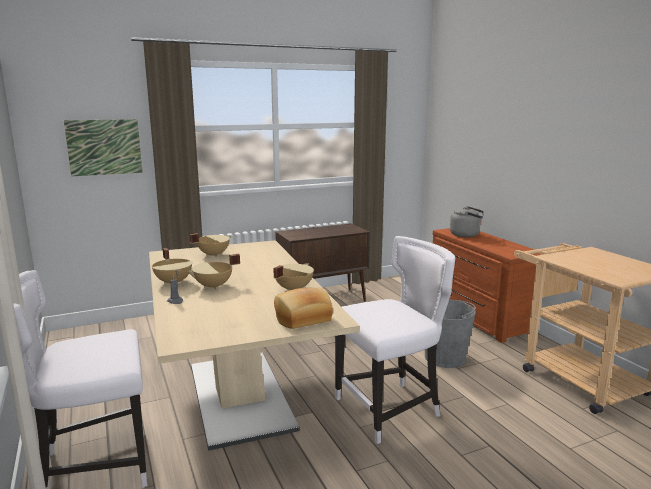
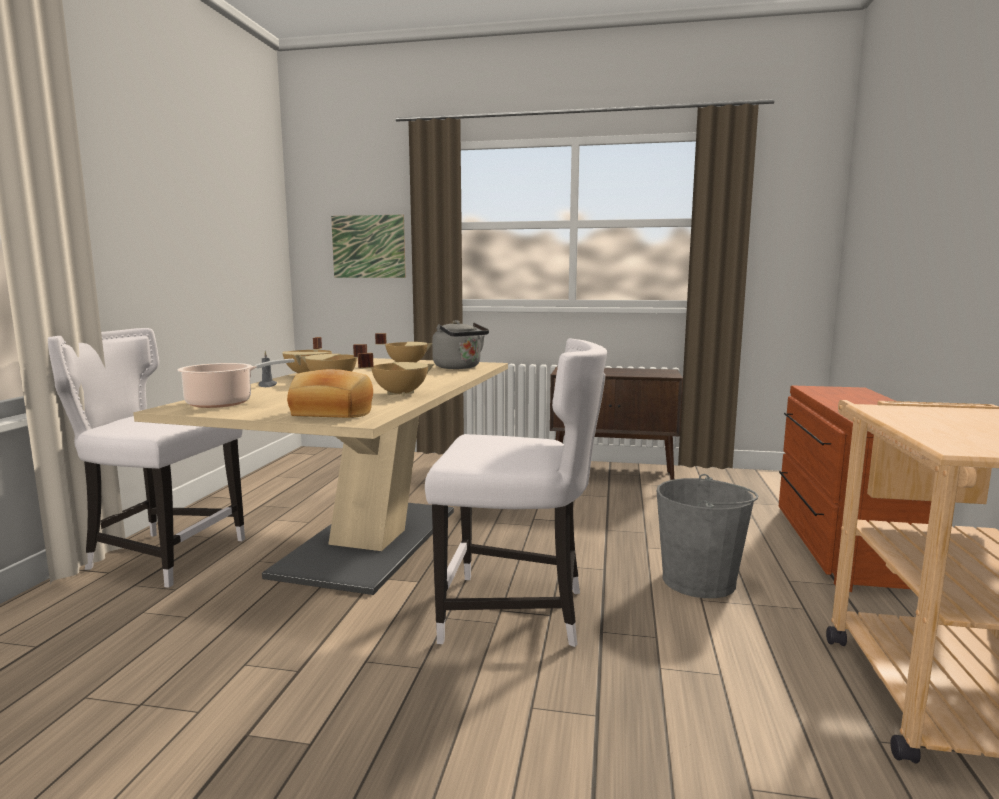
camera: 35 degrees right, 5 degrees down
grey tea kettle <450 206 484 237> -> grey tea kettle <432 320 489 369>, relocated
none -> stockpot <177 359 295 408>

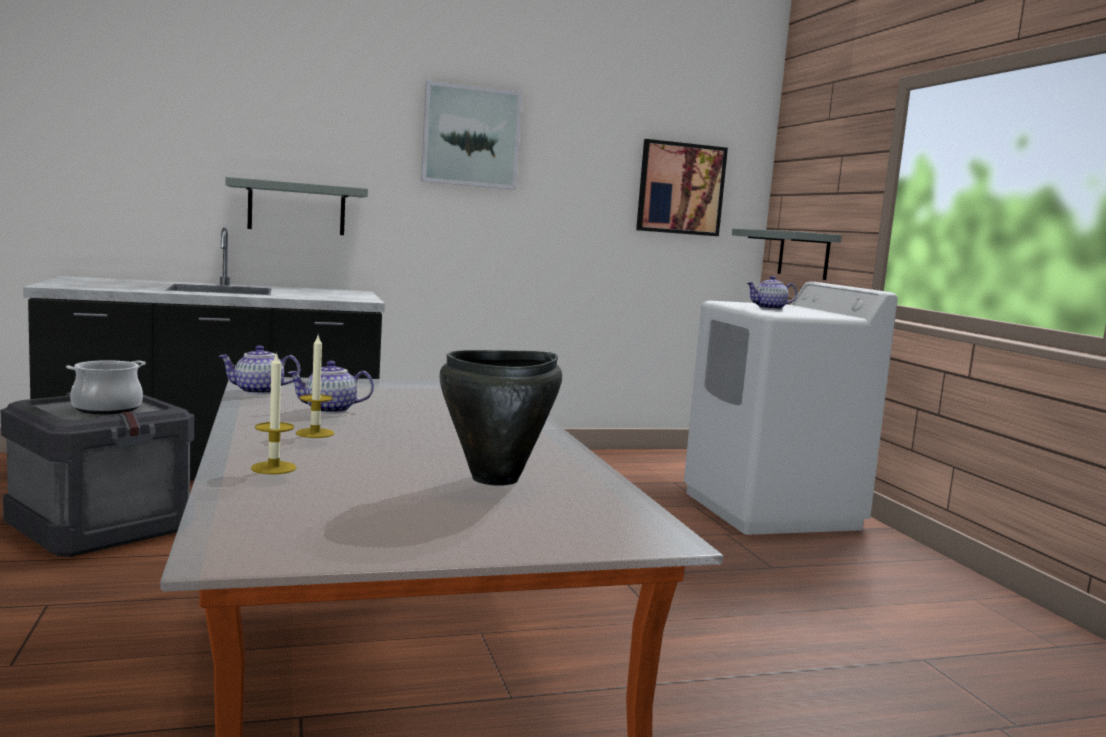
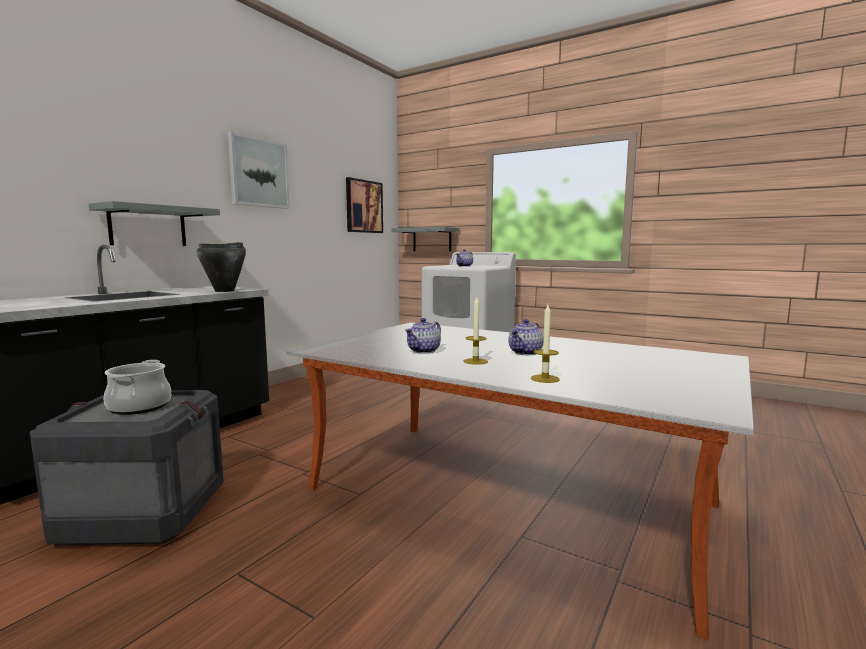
camera: 40 degrees left, 0 degrees up
tea pot <218 345 300 394> -> tea pot <509 319 544 355>, relocated
blackish stockpot <439 350 562 486> -> blackish stockpot <197 242 246 292>, relocated

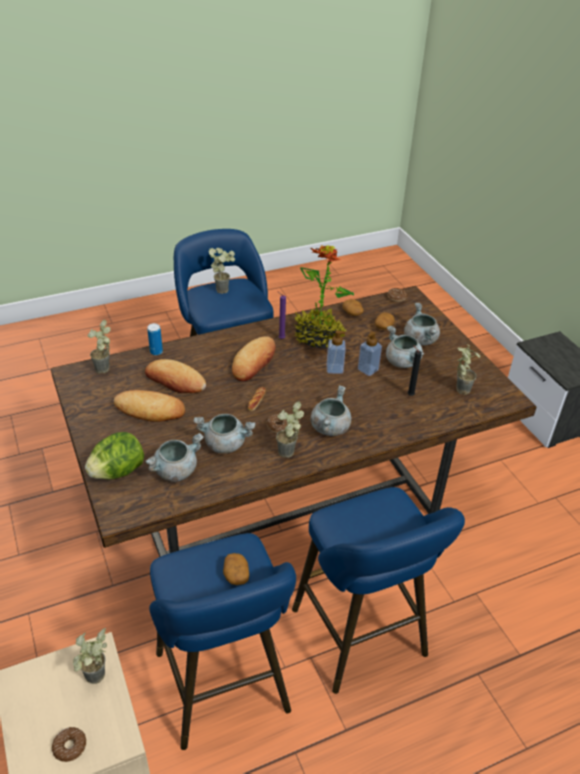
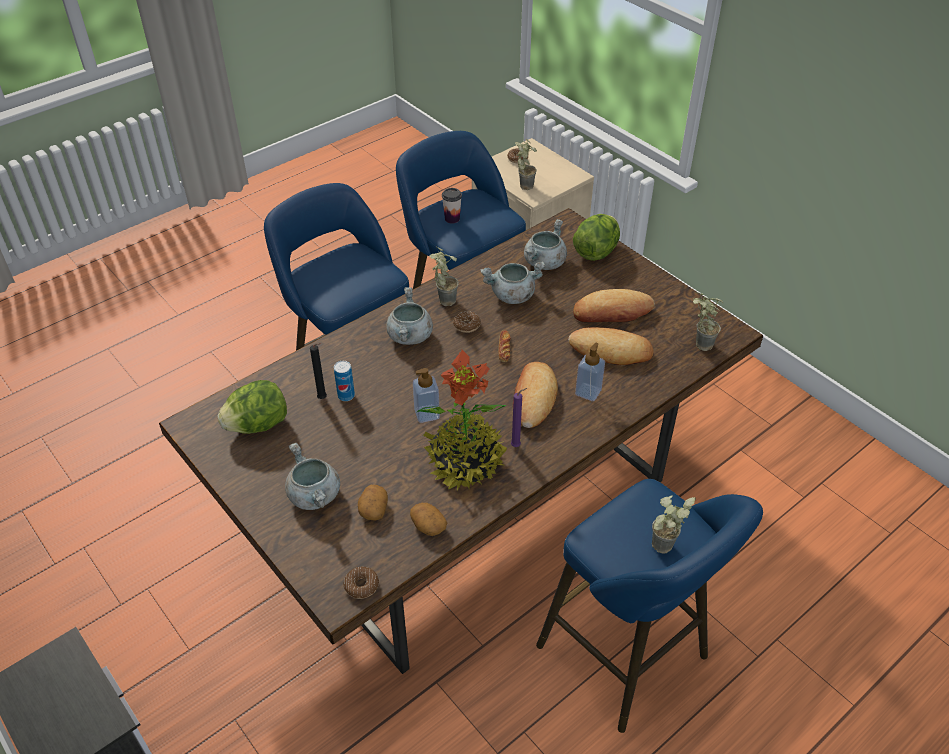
camera: 165 degrees right, 5 degrees up
sealed can <147 323 163 355> -> sealed can <334 361 355 401>, relocated
grey stockpot <386 326 425 368> -> none
soap bottle <358 331 382 376> -> soap bottle <575 343 605 401>, relocated
houseplant <456 343 480 395> -> lettuce head <217 380 287 434>
potato <223 553 249 585> -> drinking cup <442 188 462 224>

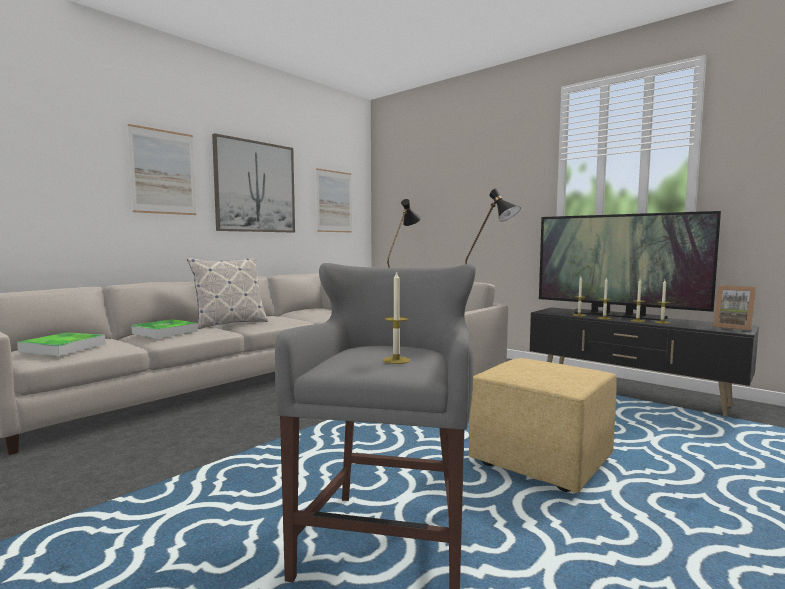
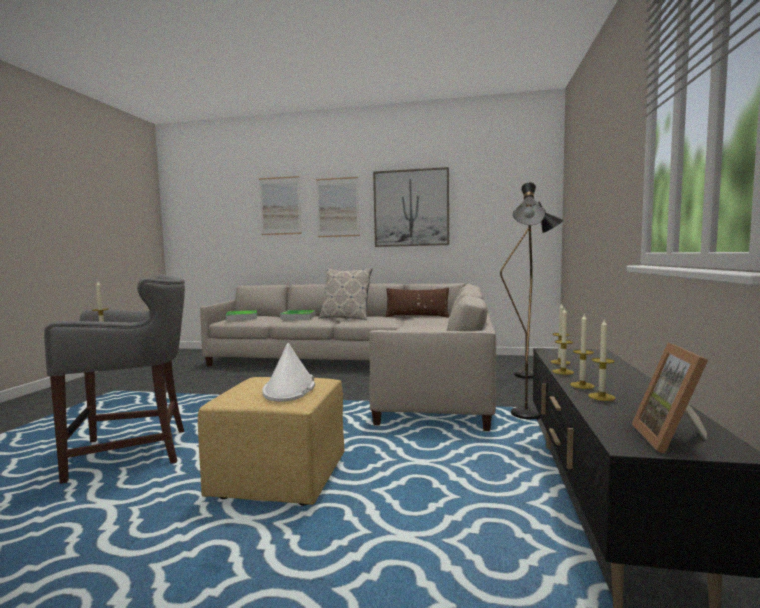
camera: 60 degrees right, 0 degrees up
picture <316 168 352 232> -> picture <259 176 302 235>, relocated
TV set <539 211 721 320> -> none
none -> brown-coloured pillow <385 288 449 318>
none -> white wearable hat <262 343 315 402>

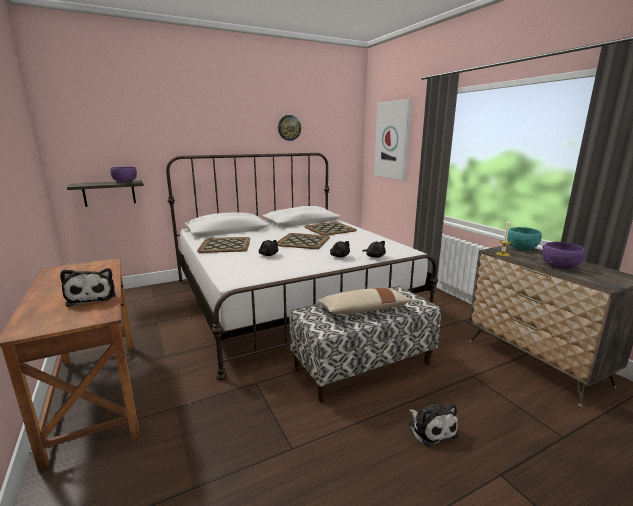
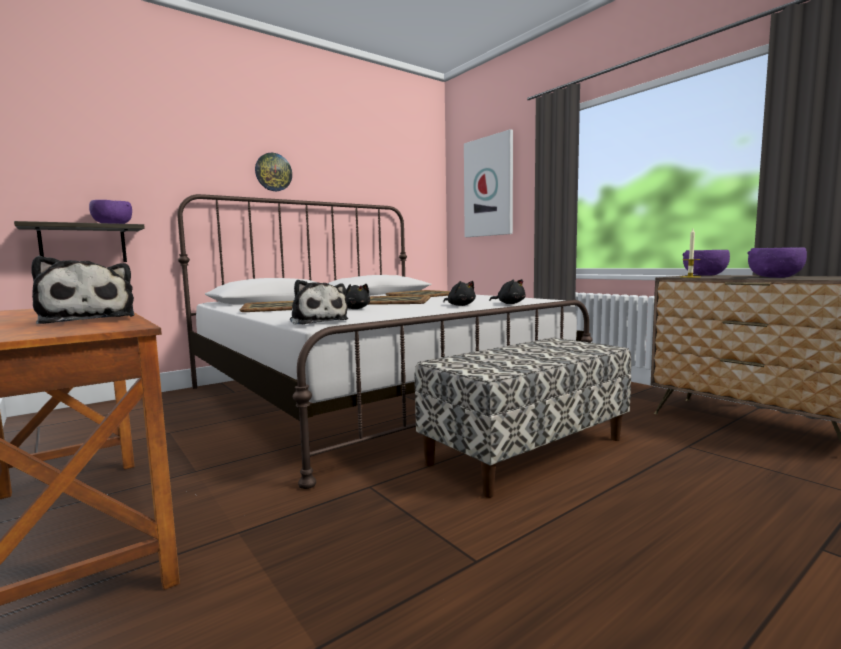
camera: 10 degrees left, 10 degrees down
wall clock <278 115 301 141> -> wall clock <255 153 292 191>, relocated
blue-green bowl <507 227 542 250> -> purple bowl <683 250 730 276>
sand-coloured pillow <317 288 413 314> -> none
soft toy <409 404 458 447> -> soft toy <290 280 348 324>, relocated

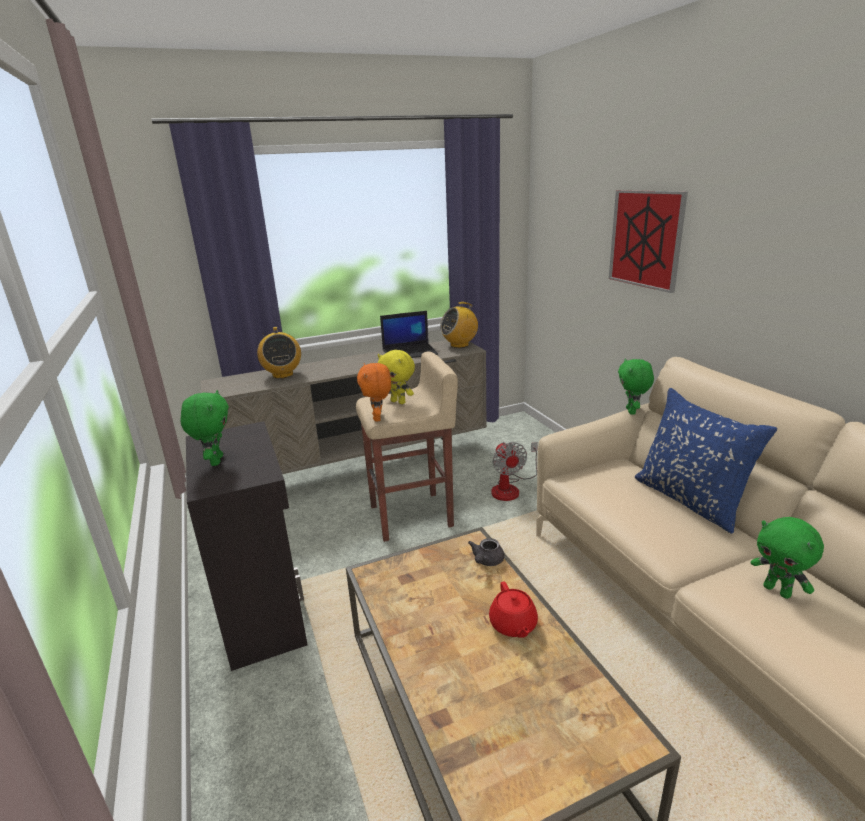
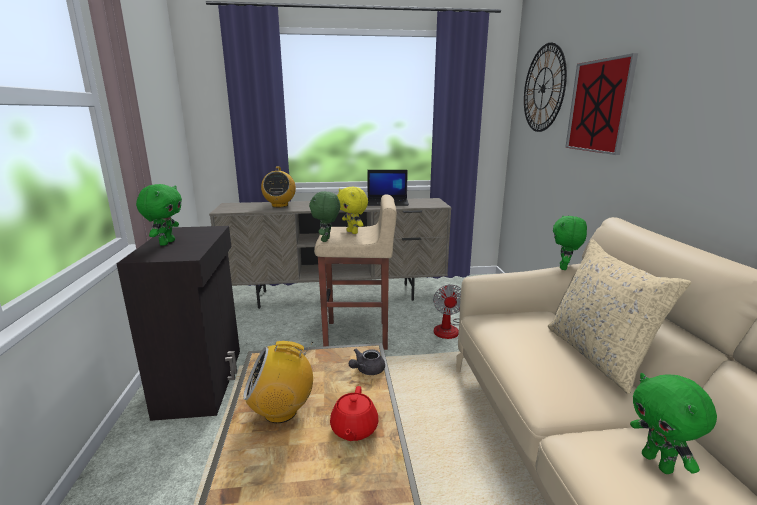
camera: 15 degrees right, 5 degrees down
radio receiver <440 302 478 348> -> radio receiver <243 341 313 423>, relocated
orangey soft toy <357 363 391 422> -> green-coloured soft toy <309 191 340 242>
blue-coloured pillow <635 388 777 534> -> sand-coloured pillow <548 240 691 394>
none -> wall clock <524 42 567 132>

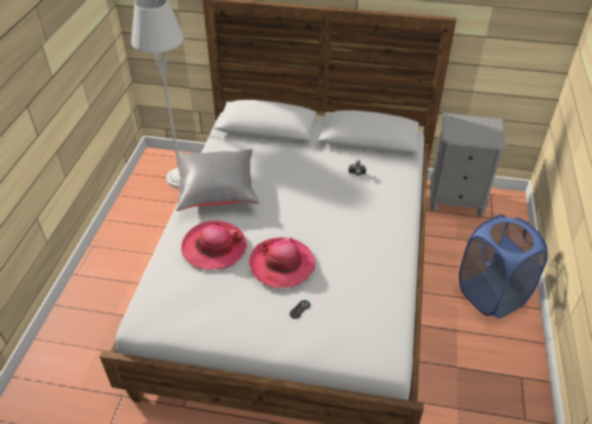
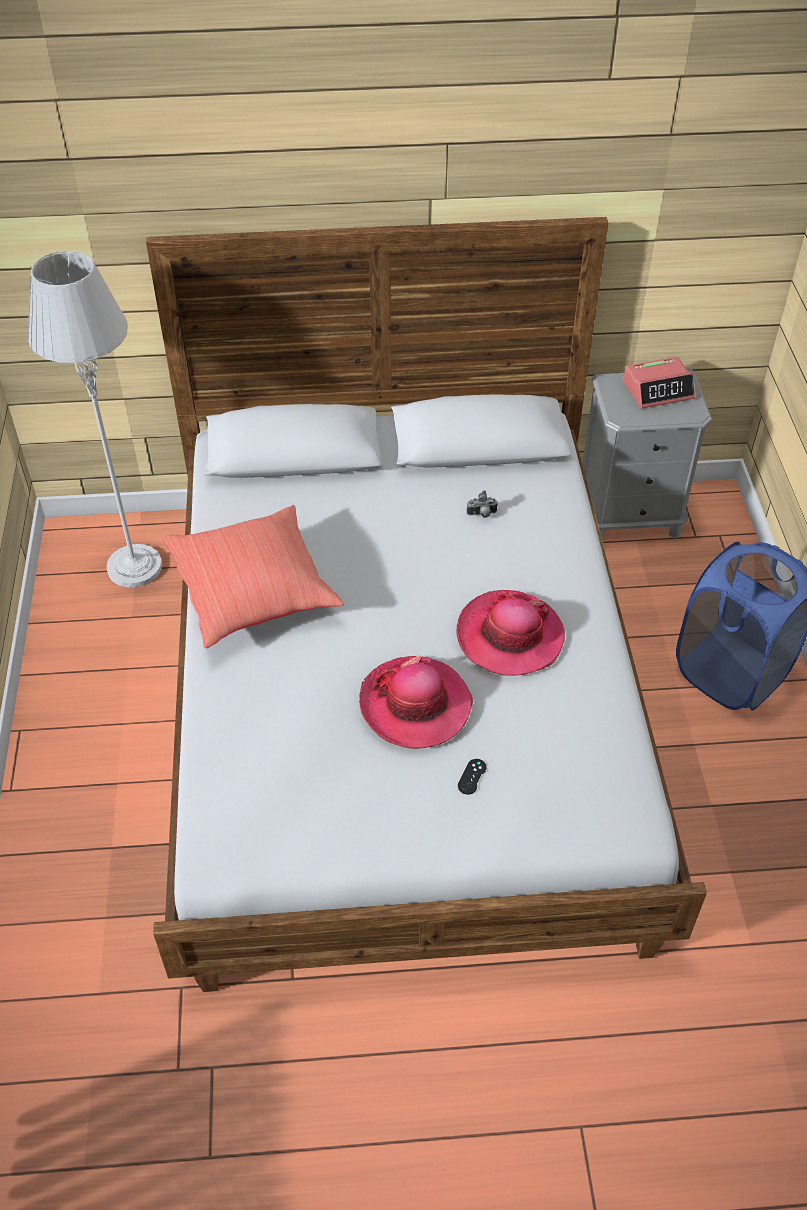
camera: 15 degrees left, 5 degrees up
grey pillow <176 149 259 211> -> reddish pillow <163 505 344 648>
wearable hat <181 221 247 270> -> wearable hat <456 590 565 676>, relocated
none -> alarm clock <623 357 695 409>

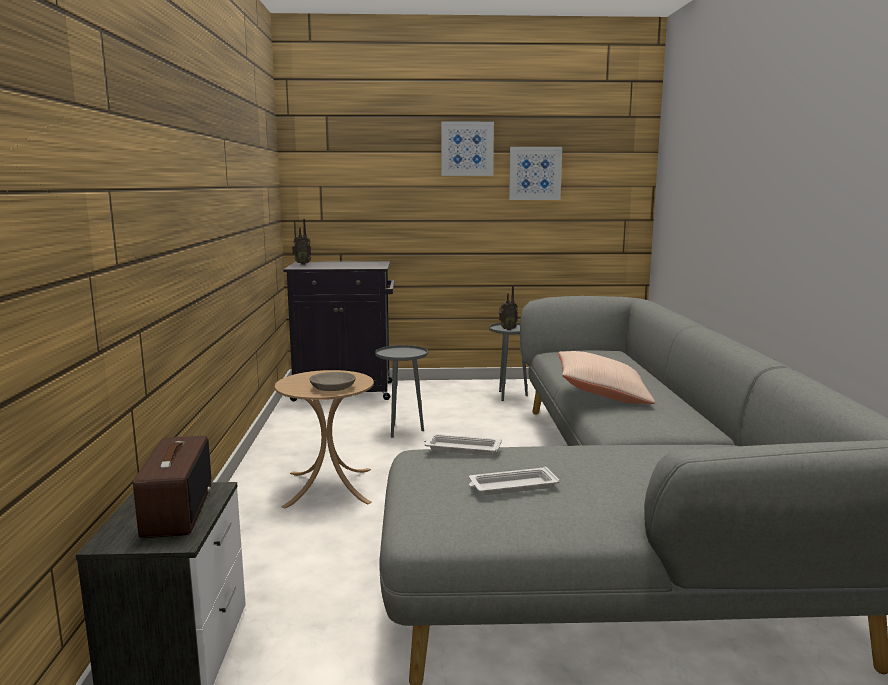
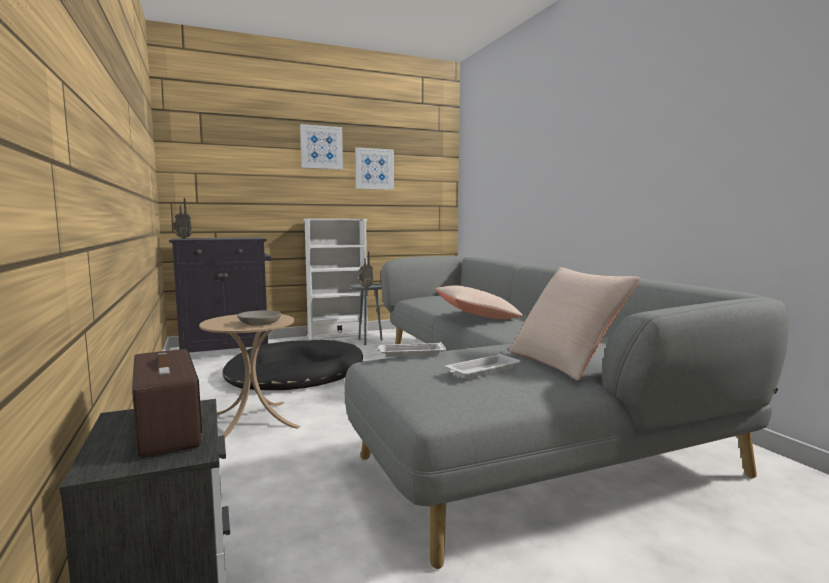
camera: 20 degrees left, 5 degrees down
grey side table <375 345 428 438> -> blackish pet bed <223 340 363 390>
none -> white shelving unit <303 219 369 340>
none -> sand-coloured pillow <509 267 640 381>

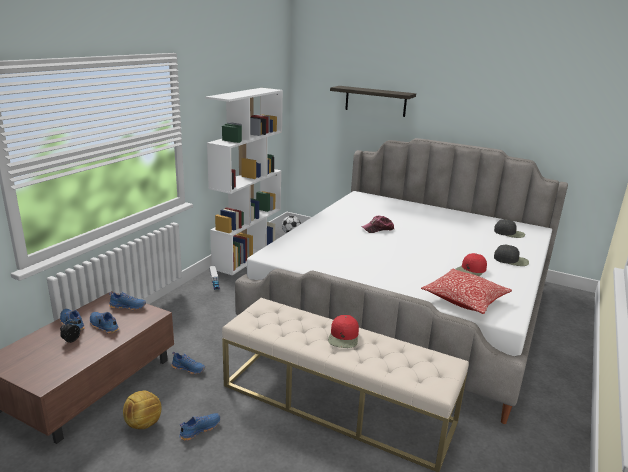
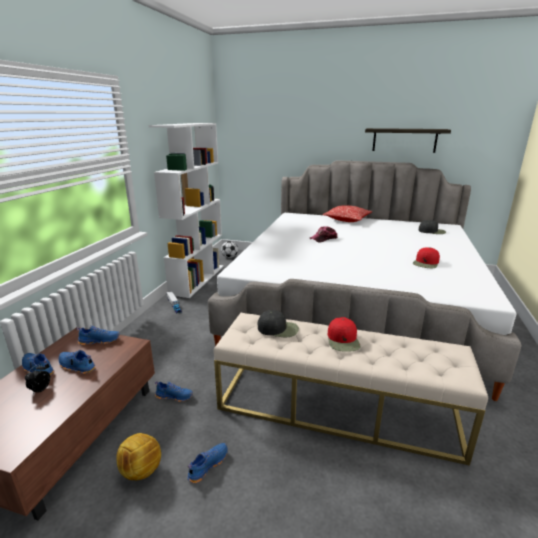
camera: 10 degrees left, 0 degrees up
shelf <330 86 416 117> -> shelf <365 128 451 153>, relocated
blackish cap <494 245 529 266> -> blackish cap <258 310 299 337>, relocated
pillow <421 269 512 314> -> pillow <322 205 373 222>, relocated

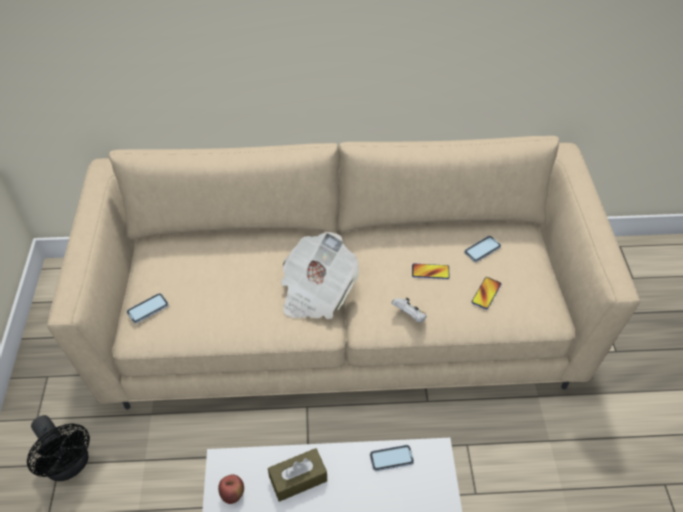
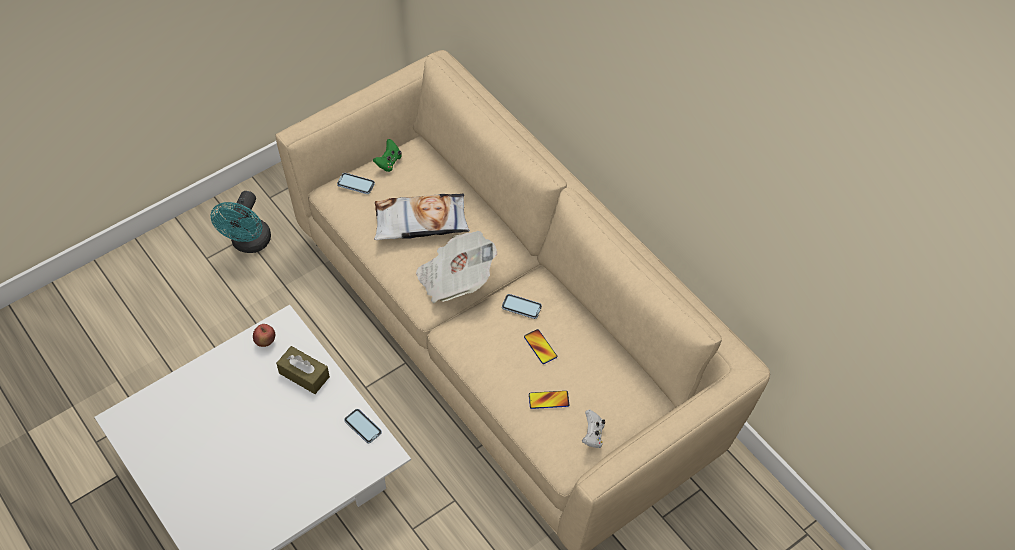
camera: 55 degrees right, 5 degrees up
telephone <464 236 501 262> -> telephone <502 294 542 319>, relocated
white game controller <392 297 427 323> -> white game controller <582 409 605 448>, relocated
blackish electric fan <27 415 90 481> -> blue-green electric fan <210 191 271 253>
none -> green-coloured game controller <373 139 402 172>
none -> pillow <374 194 470 240>

